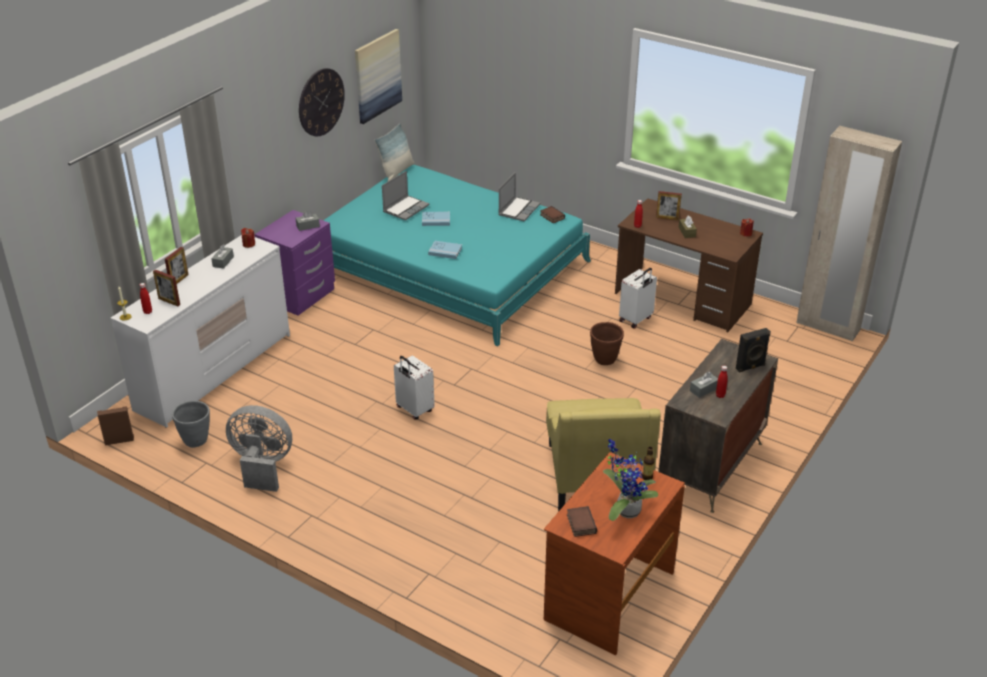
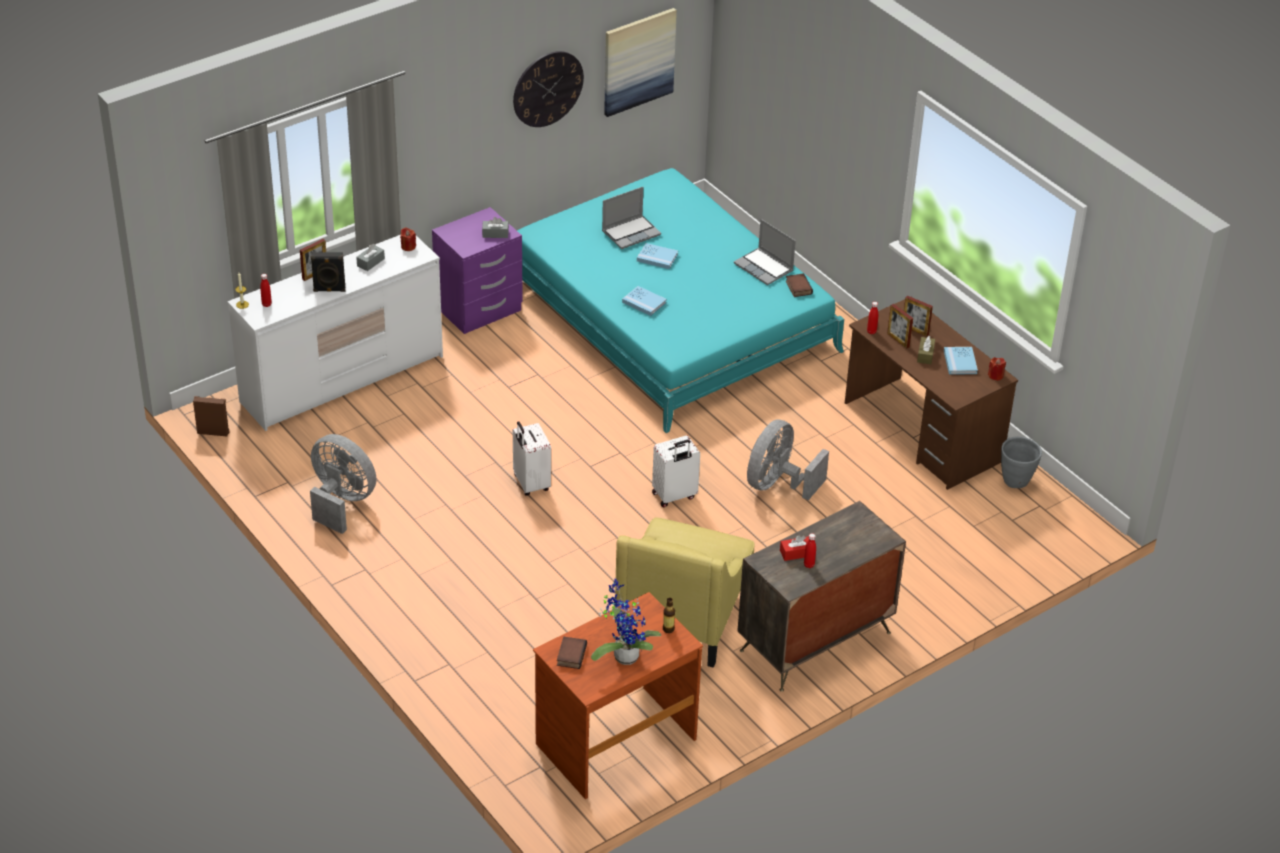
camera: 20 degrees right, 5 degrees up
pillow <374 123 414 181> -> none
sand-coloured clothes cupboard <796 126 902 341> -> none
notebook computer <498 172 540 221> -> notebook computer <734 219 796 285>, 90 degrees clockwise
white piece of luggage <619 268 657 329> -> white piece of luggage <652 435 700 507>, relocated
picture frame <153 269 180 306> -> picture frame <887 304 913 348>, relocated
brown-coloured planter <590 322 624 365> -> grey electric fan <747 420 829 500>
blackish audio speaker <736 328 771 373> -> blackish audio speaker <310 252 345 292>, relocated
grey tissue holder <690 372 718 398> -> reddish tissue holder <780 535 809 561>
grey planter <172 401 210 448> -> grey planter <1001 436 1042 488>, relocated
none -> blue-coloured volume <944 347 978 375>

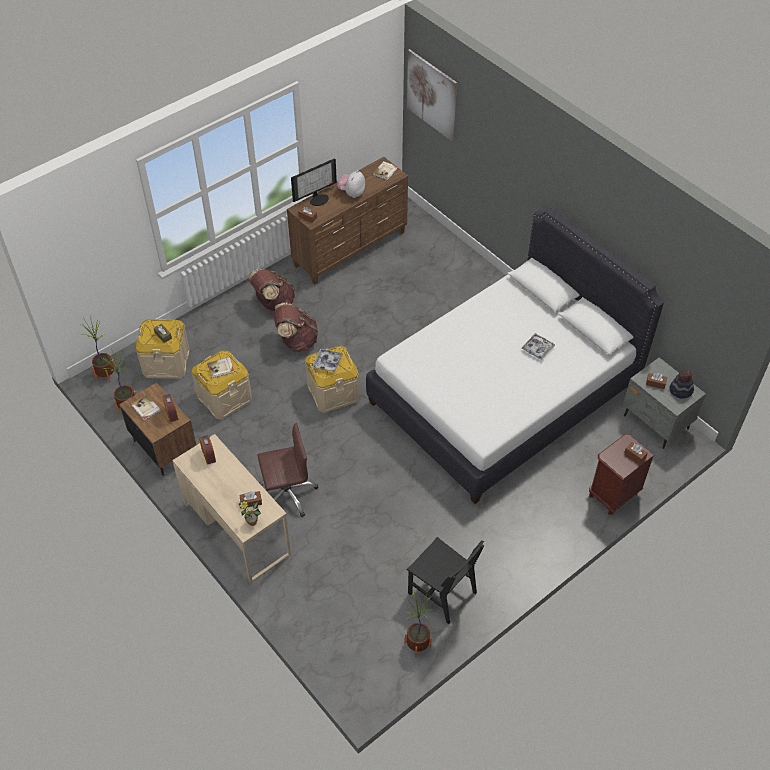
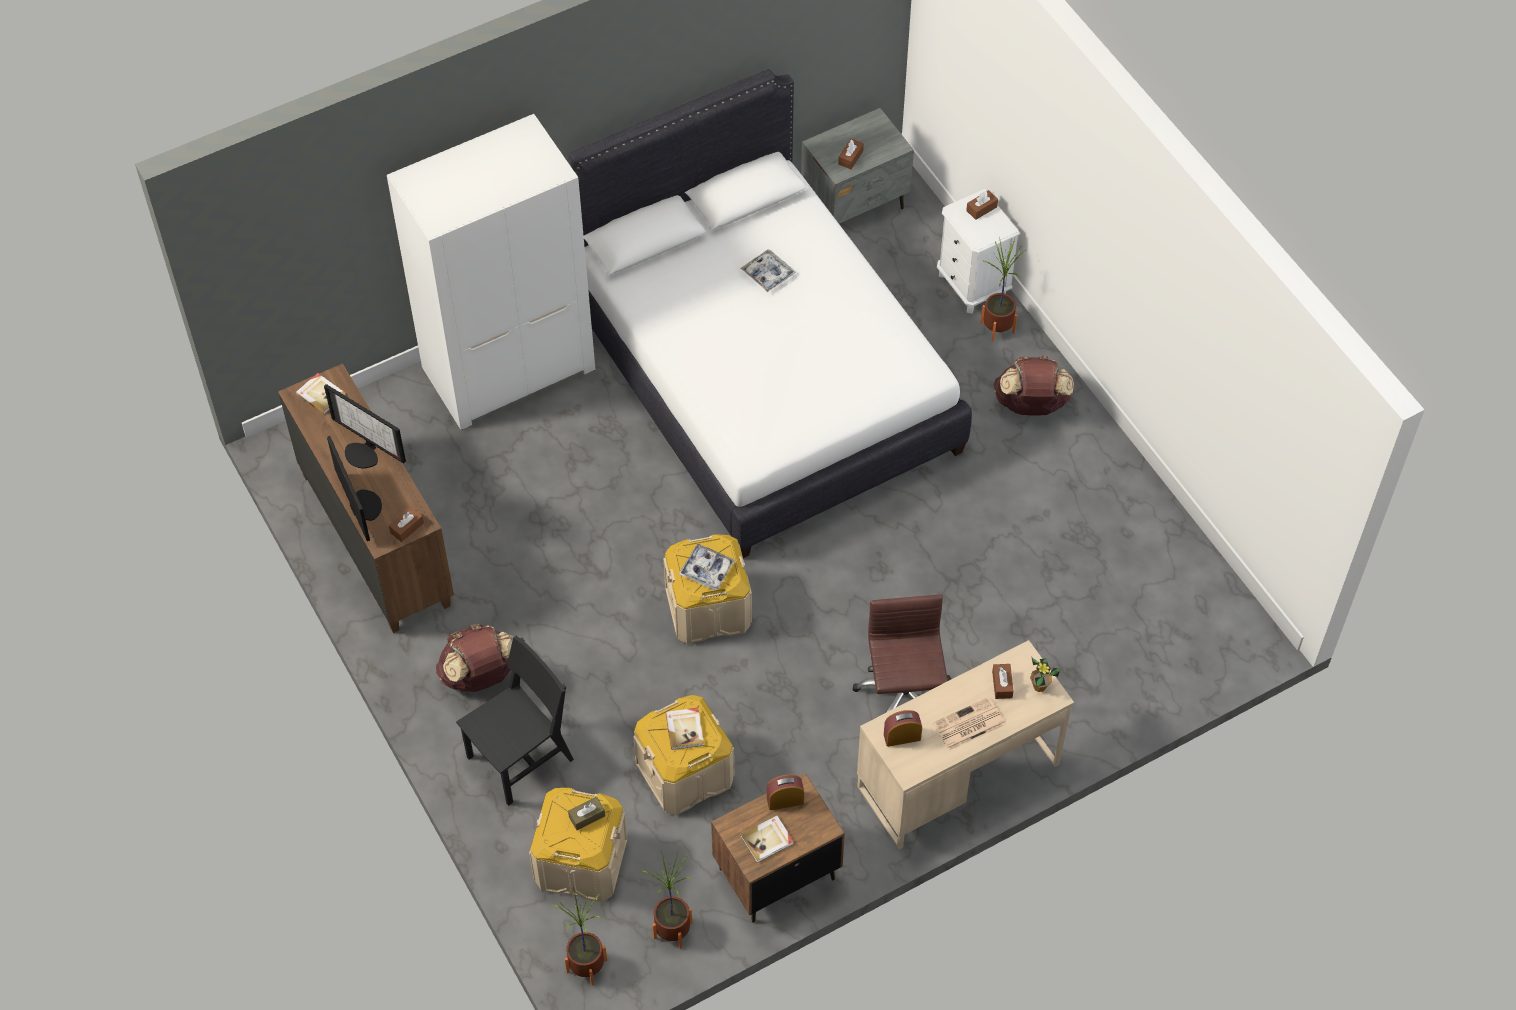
camera: 80 degrees left, 5 degrees up
picture <407 49 457 141> -> none
soft toy <337 170 365 198> -> computer screen <324 384 406 468>
brown-coloured backpack <274 302 318 352> -> brown-coloured backpack <994 356 1074 416>, relocated
wearable hat <669 370 694 398> -> none
brown-coloured nightstand <589 434 654 515> -> white nightstand <937 189 1020 314>
blackish upright chair <407 537 484 624> -> blackish upright chair <456 636 574 806>, relocated
houseplant <405 591 433 657> -> houseplant <980 239 1027 341>, relocated
none -> white clothes cupboard <387 114 595 430>
none -> daily paper <932 697 1005 751>

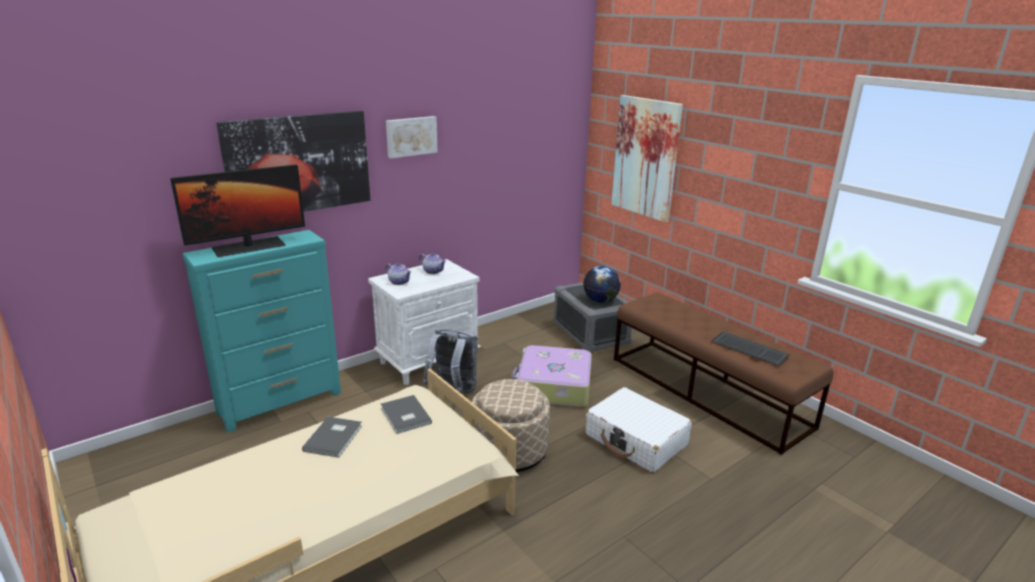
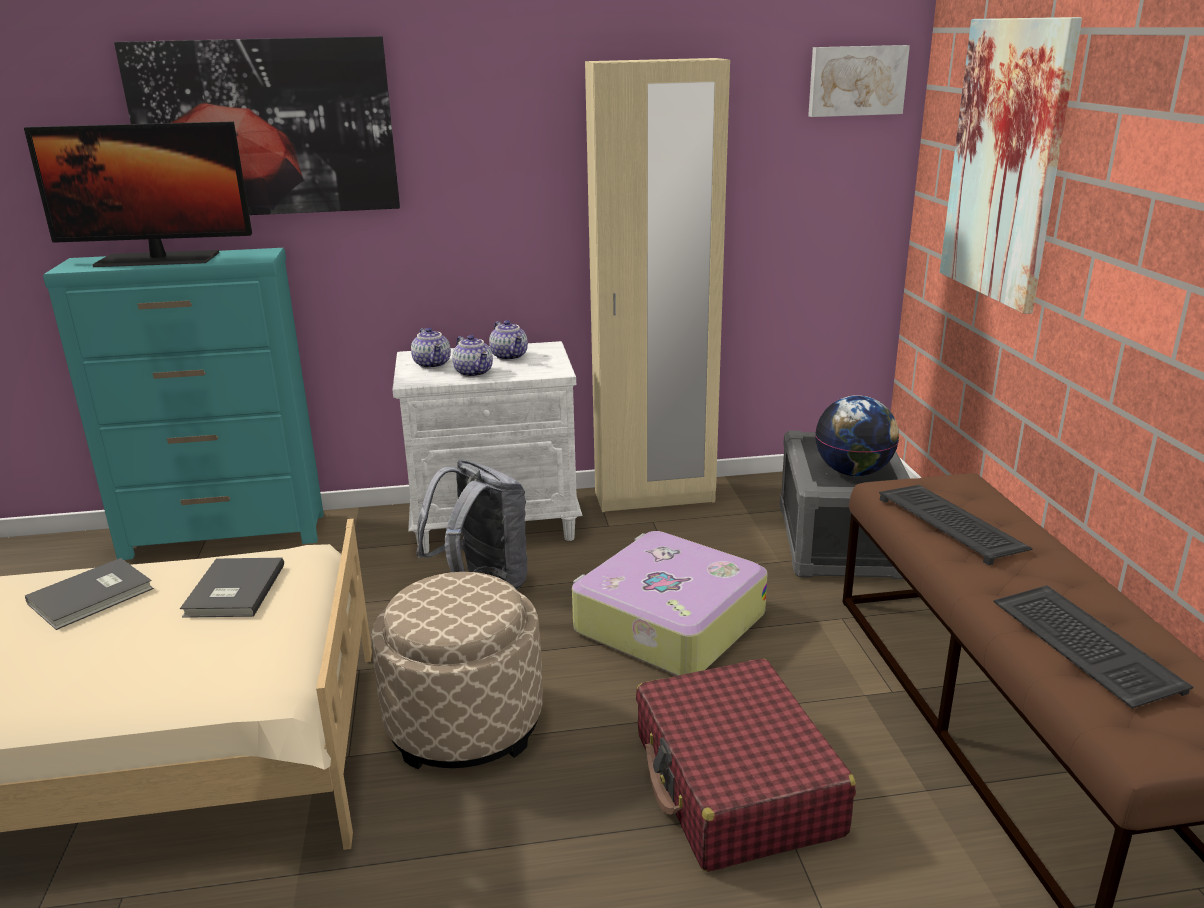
camera: 30 degrees right, 0 degrees up
picture <386 116 437 159> -> picture <808 45 910 117>, relocated
white piece of luggage <586 387 692 473> -> reddish piece of luggage <636 658 856 872>
none -> sand-coloured clothes cupboard <585 58 730 512>
none -> tea pot <452 335 493 377>
none -> computer keyboard <879 485 1033 565>

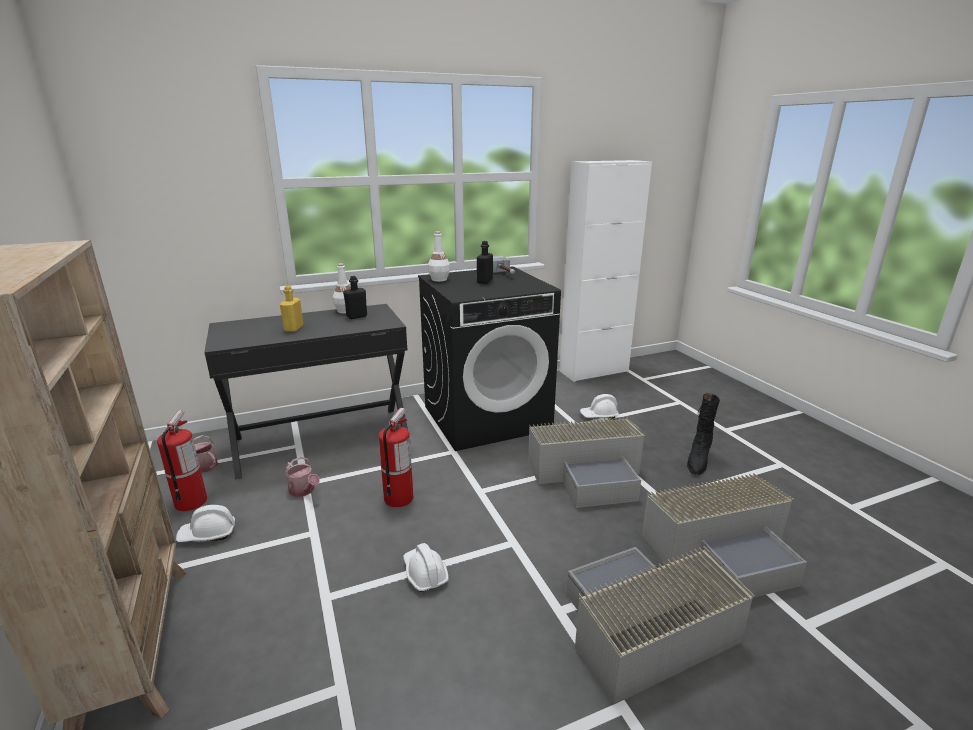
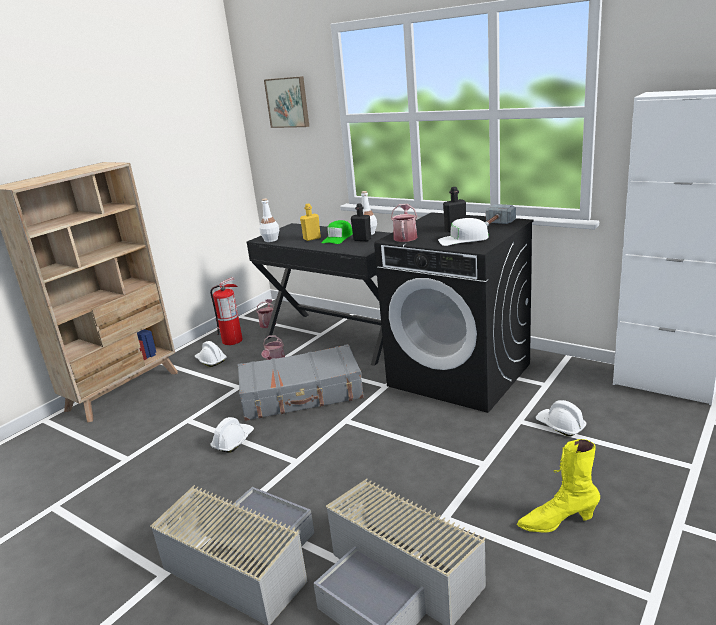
camera: 60 degrees right, 0 degrees up
white drink bottle <428 231 450 282> -> white drink bottle <259 198 279 242>, relocated
blackish high-top boot <687 394 720 475> -> yellow-coloured high-top boot <517 439 600 533>
fire-fighting cylinder <378 408 413 507> -> grey piece of luggage <238 344 364 421>
grey storage box <528 417 645 508> -> none
none -> picture <264 76 309 128>
none -> watering pot <391 204 417 242>
none -> white cap <438 218 489 246>
none -> green-coloured cap <322 220 353 244>

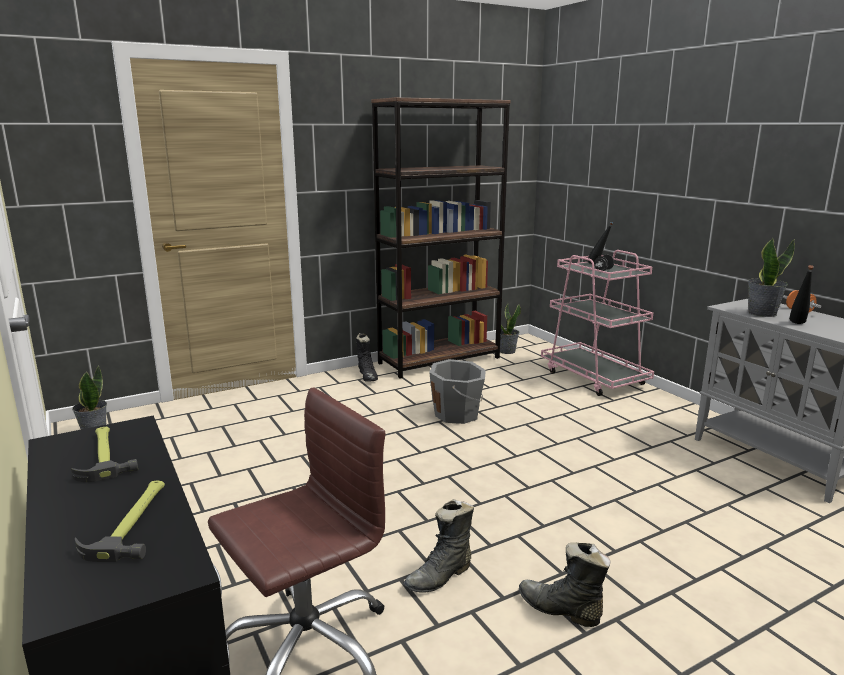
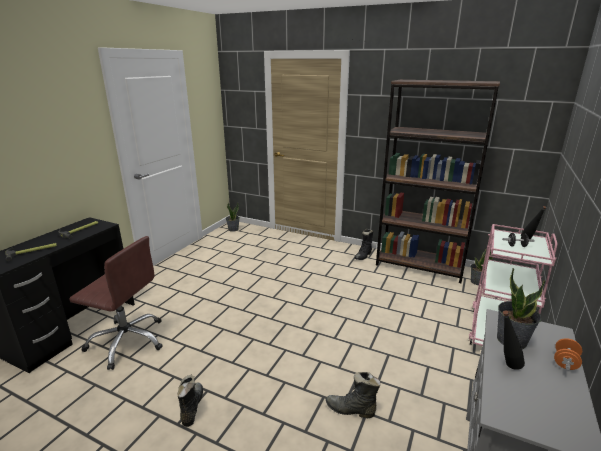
camera: 55 degrees right, 5 degrees up
grey water bucket <429 359 486 424> -> none
blackish high-top boot <403 499 474 593> -> blackish high-top boot <326 372 380 418>, relocated

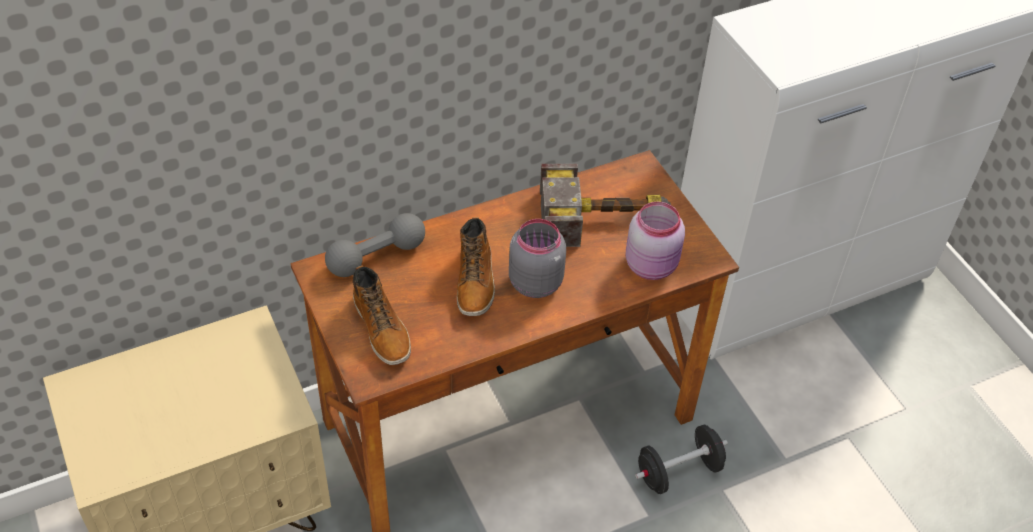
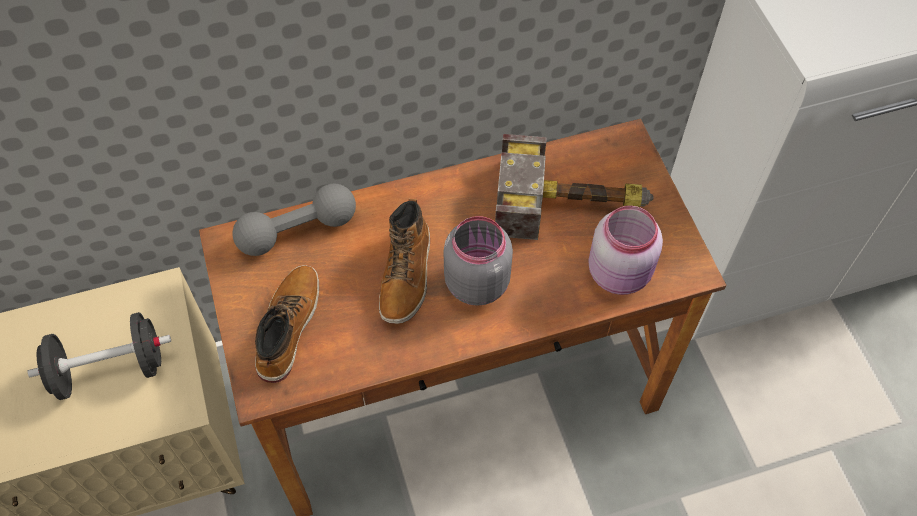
camera: 10 degrees right, 10 degrees up
high-top boot <353 265 411 365> -> high-top boot <255 265 319 383>, 150 degrees counterclockwise
blackish dumbbell <635 425 728 494> -> blackish dumbbell <28 312 171 400>, relocated

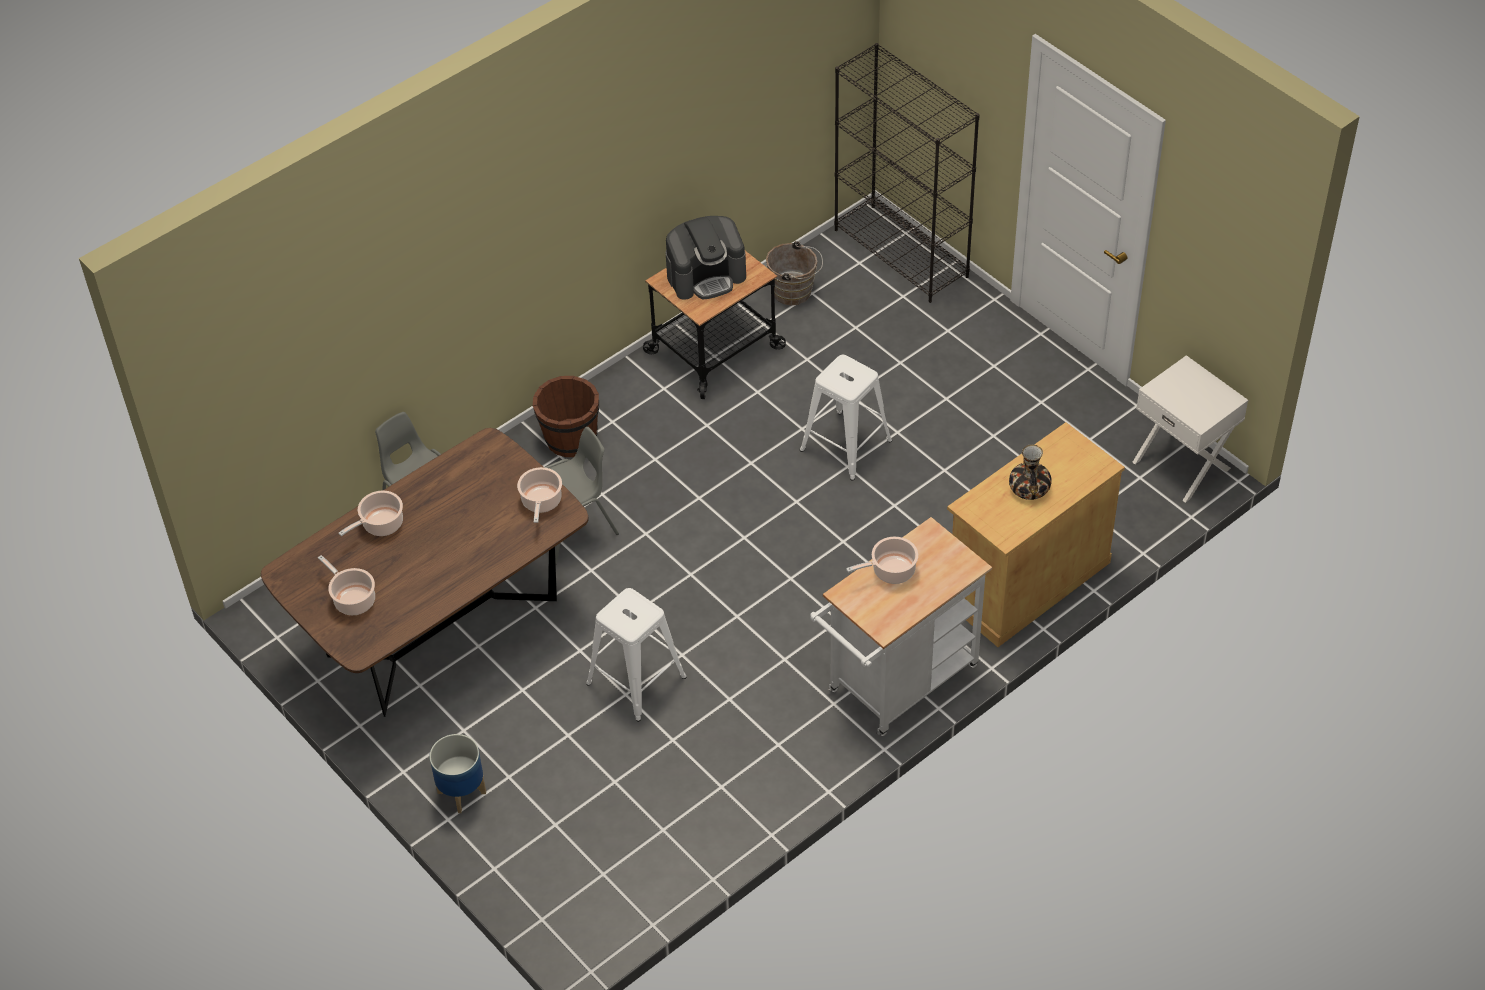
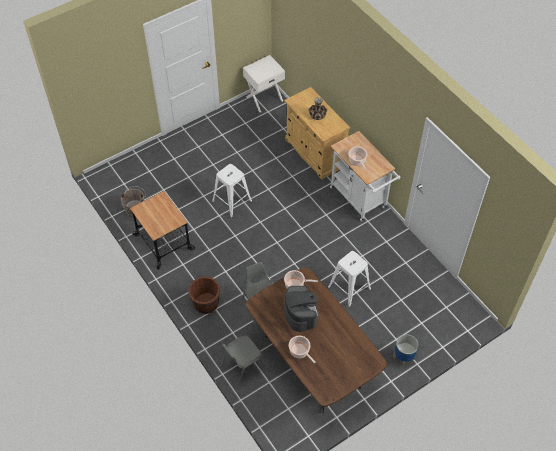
camera: 85 degrees left, 5 degrees up
blackish shelving unit <834 43 980 303> -> none
coffee maker <666 216 746 300> -> coffee maker <284 286 319 332>, relocated
stockpot <318 555 375 615> -> none

